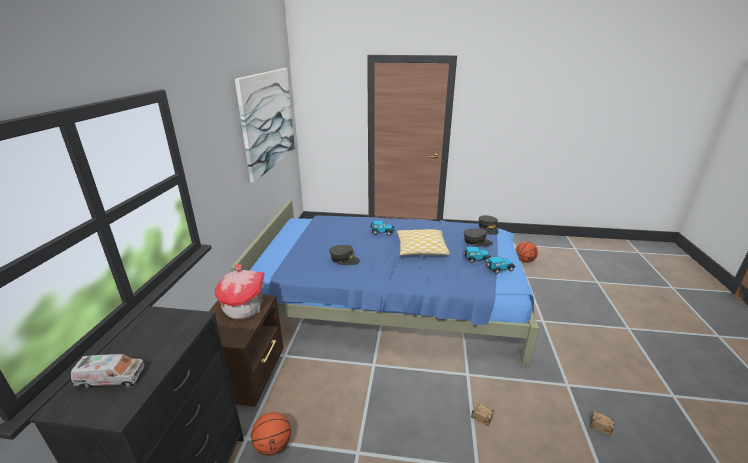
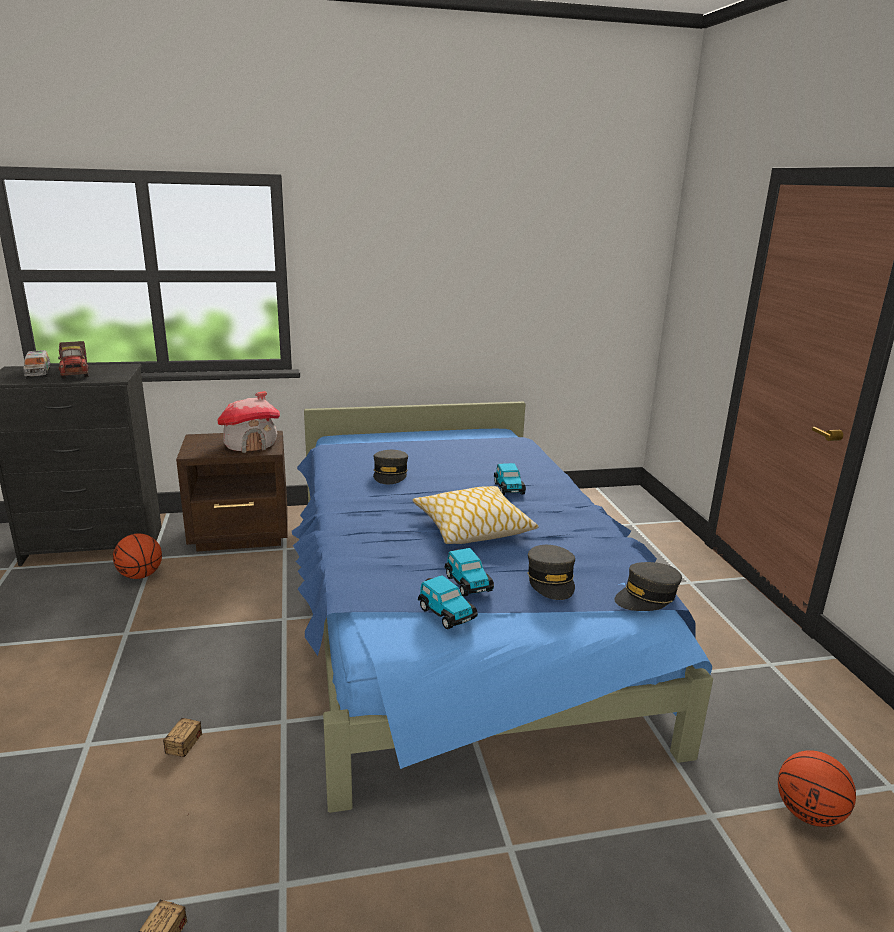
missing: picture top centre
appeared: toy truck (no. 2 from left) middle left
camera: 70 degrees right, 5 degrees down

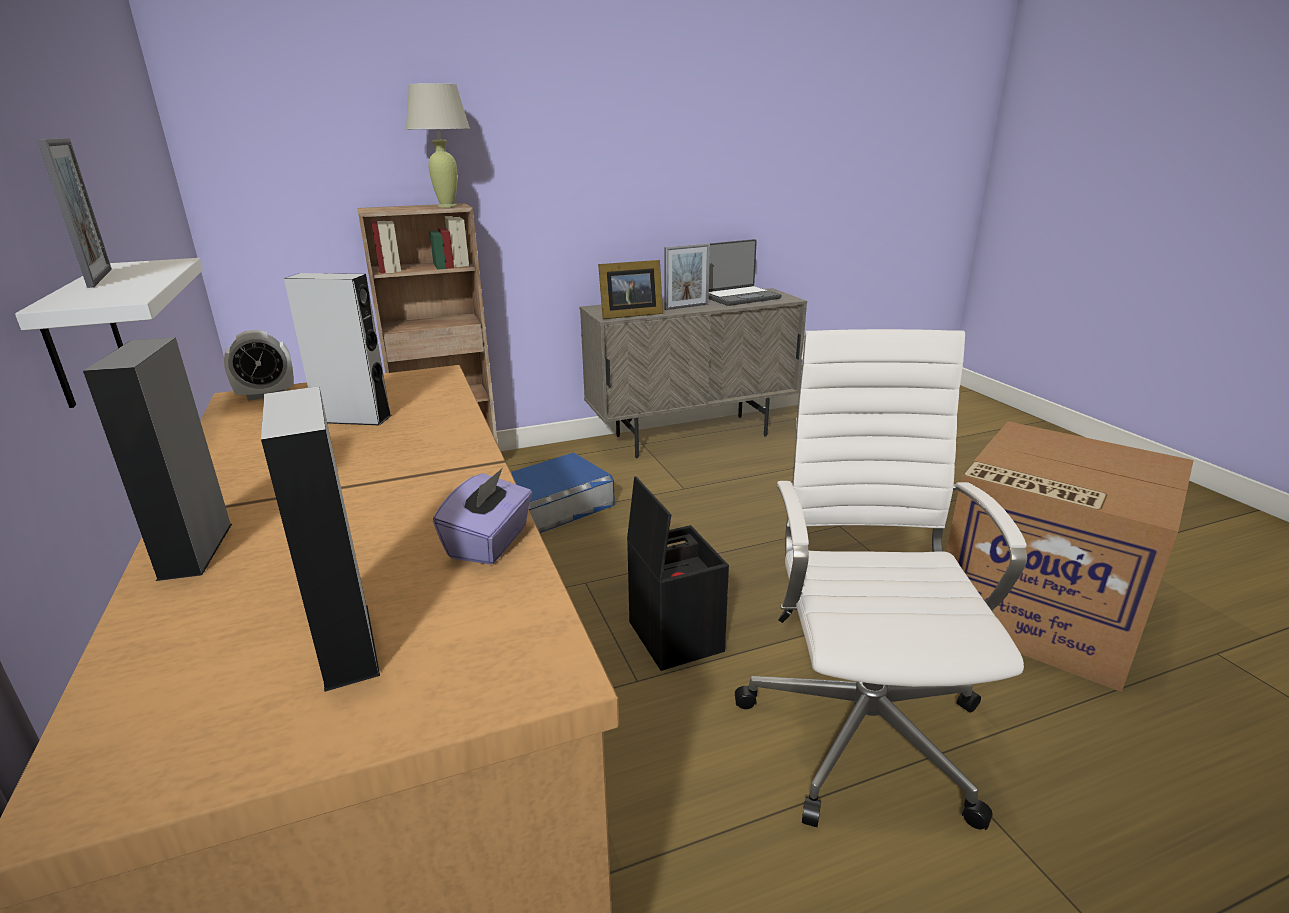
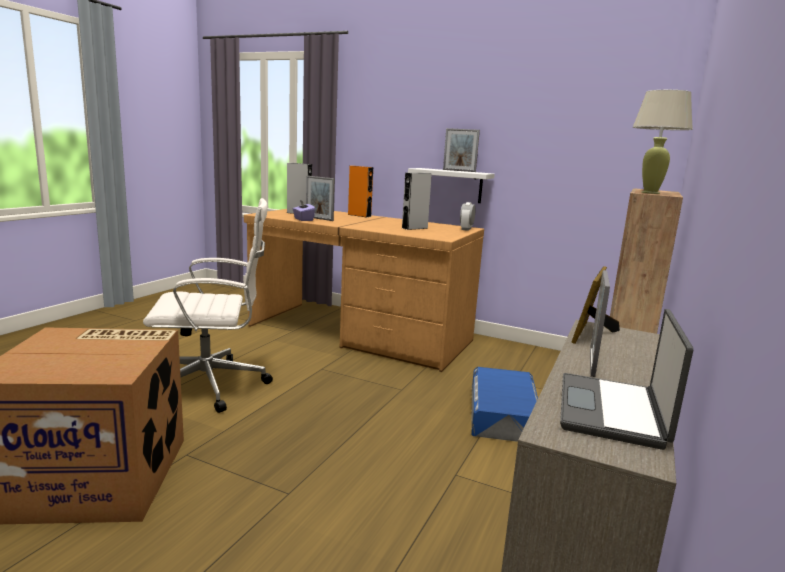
missing: black storage box centre
appeared: picture frame (no. 1 from left) centre
colour: grey speaker (no. 1 from left) middle left to orange speaker centre
spun: white office chair middle right = middle left 60 degrees counterclockwise
camera: 135 degrees right, 10 degrees down

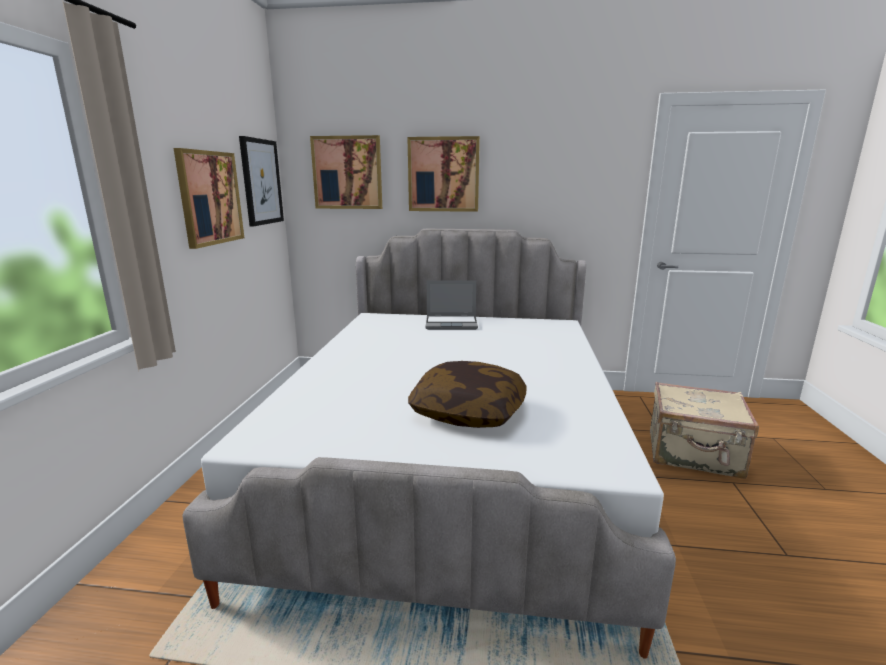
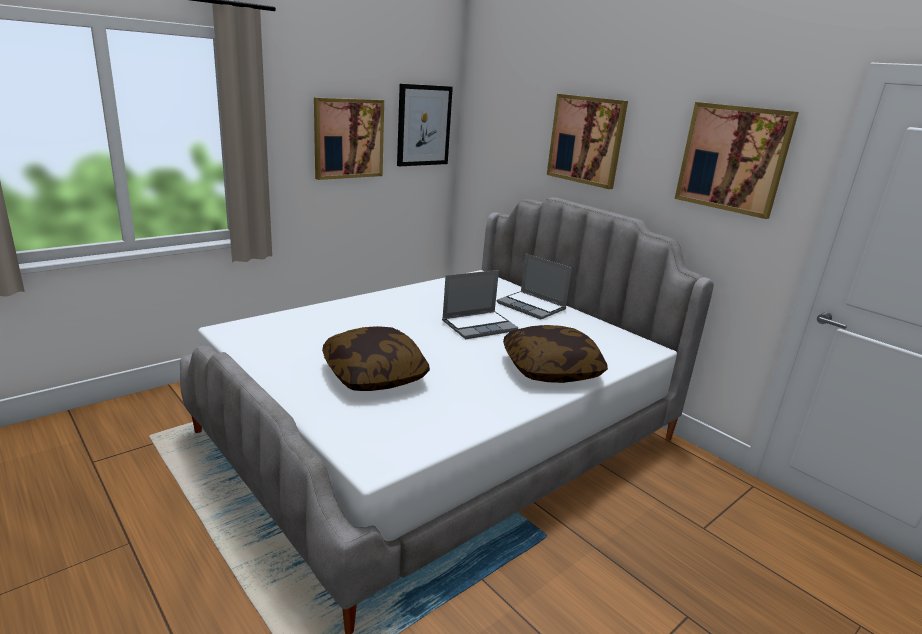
missing: beige suitcase middle right
appeared: laptop (no. 1 from left) centre; pillow (no. 2 from left) centre
relocated: picture (no. 3 from left in the first image) top centre to picture (no. 4 from left) top right
camera: 40 degrees right, 5 degrees up

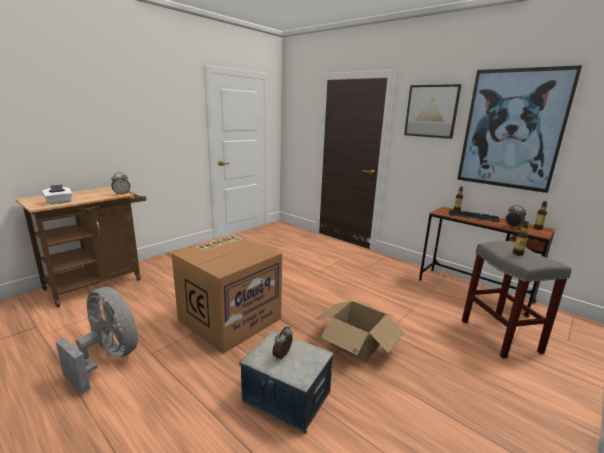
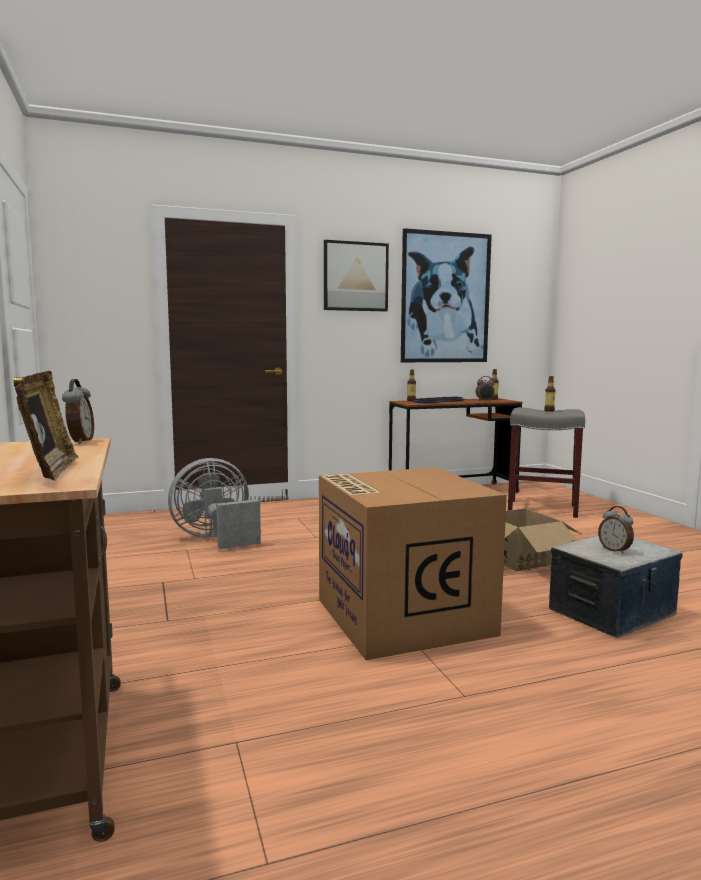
relocated: grey fan bottom left to middle left
exchanged: white tissue box middle left to picture frame middle left
camera: 60 degrees left, 10 degrees down

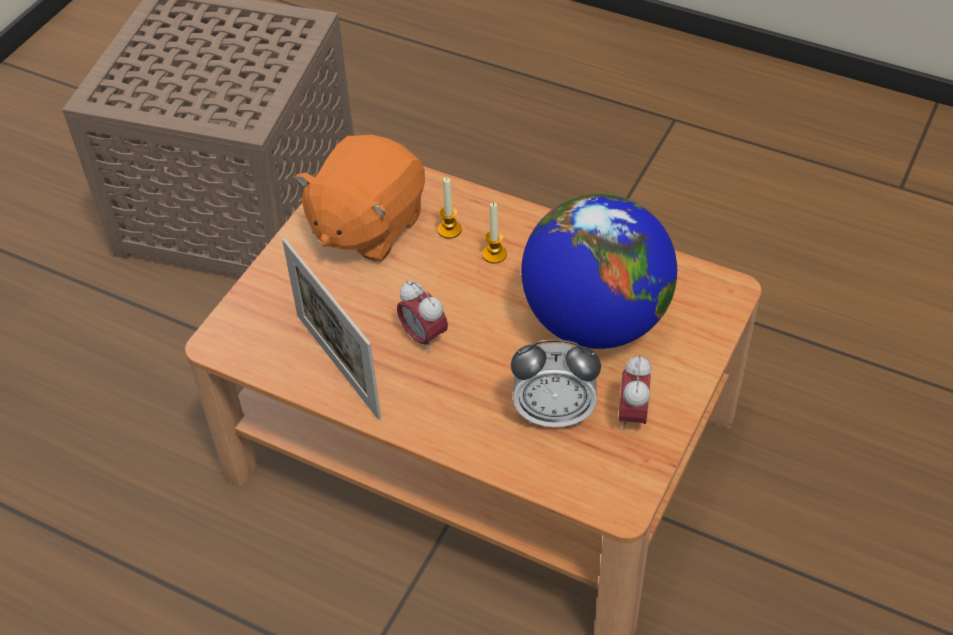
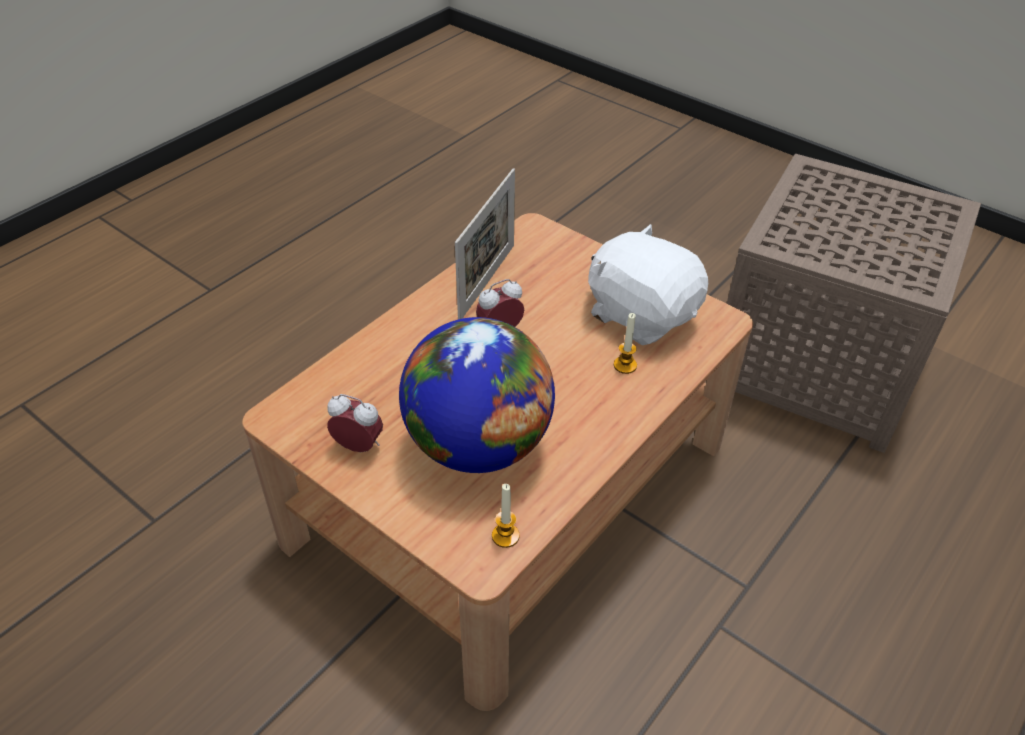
missing: alarm clock (no. 2 from left) centre
relocated: candle (no. 2 from left in the first image) centre to candle (no. 1 from left) bottom centre
colour: orange plush toy top centre to white plush toy centre
spun: picture frame centre = top centre 135 degrees clockwise
camera: 100 degrees right, 5 degrees down

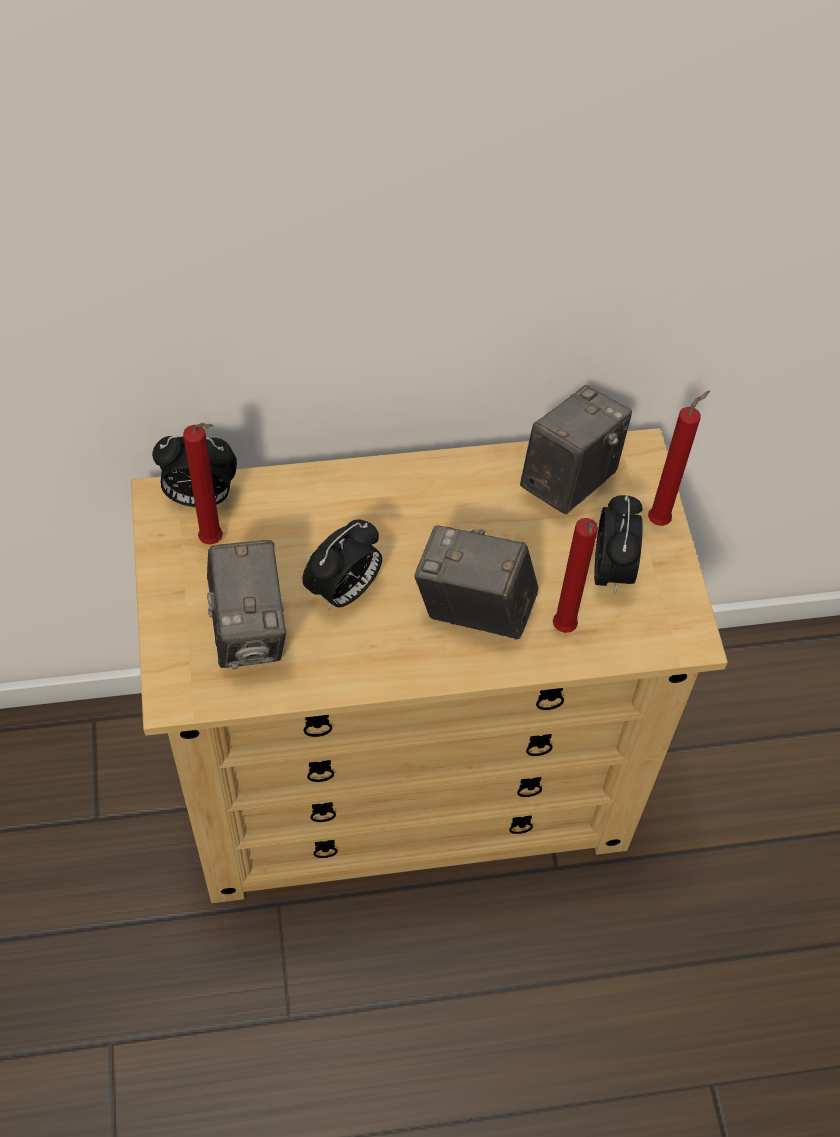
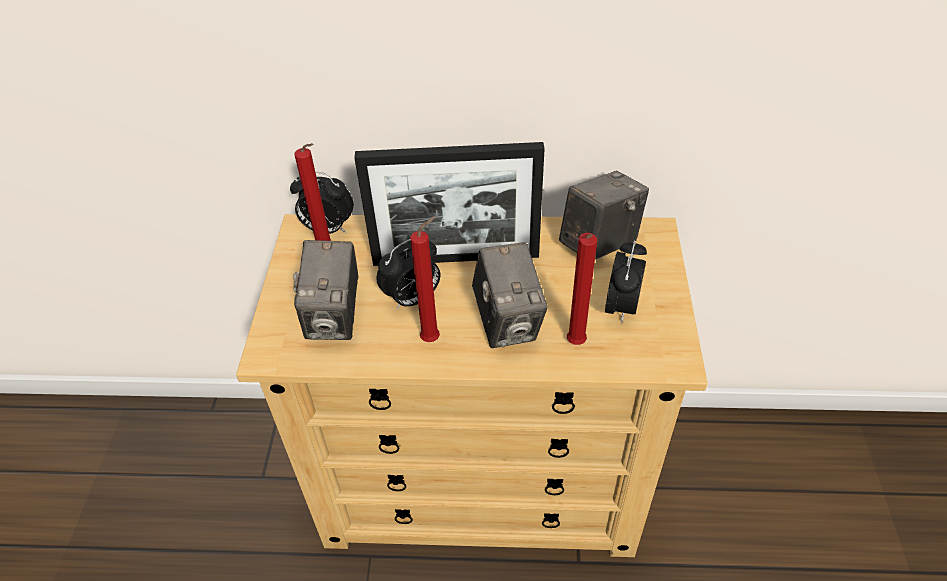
appeared: picture frame centre
relocated: red candle (no. 3 from left in the first image) middle right to red candle (no. 2 from left) centre
spun: photo camera (no. 2 from left) centre = centre 135 degrees counterclockwise
camera: 15 degrees right, 10 degrees down

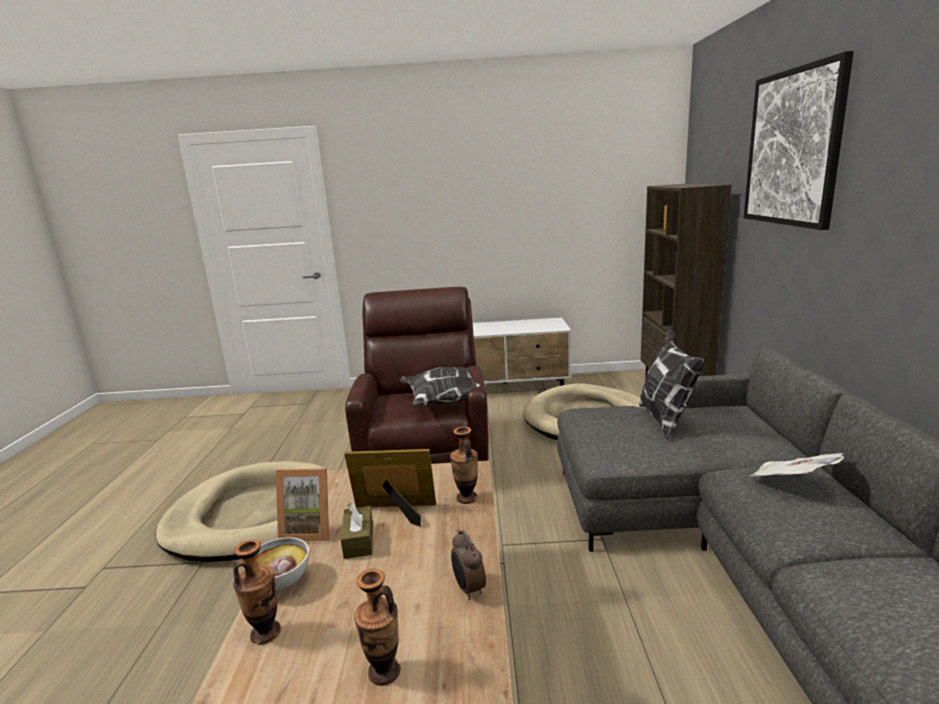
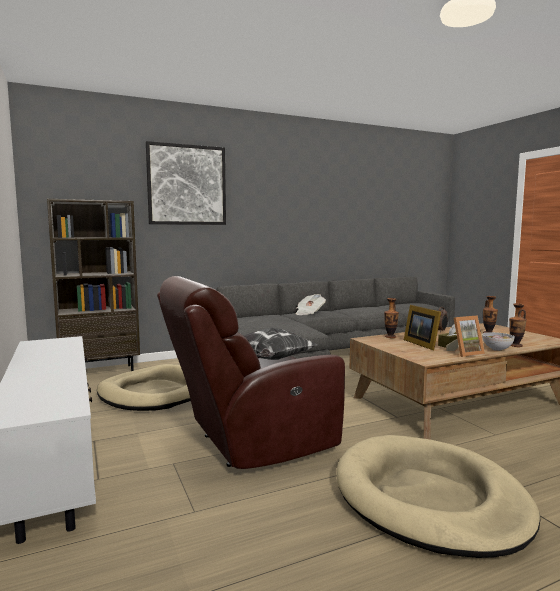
missing: pillow (no. 2 from left) middle right
spun: picture frame (no. 1 from left in the first image) bottom left = middle right 90 degrees clockwise
camera: 115 degrees left, 10 degrees down

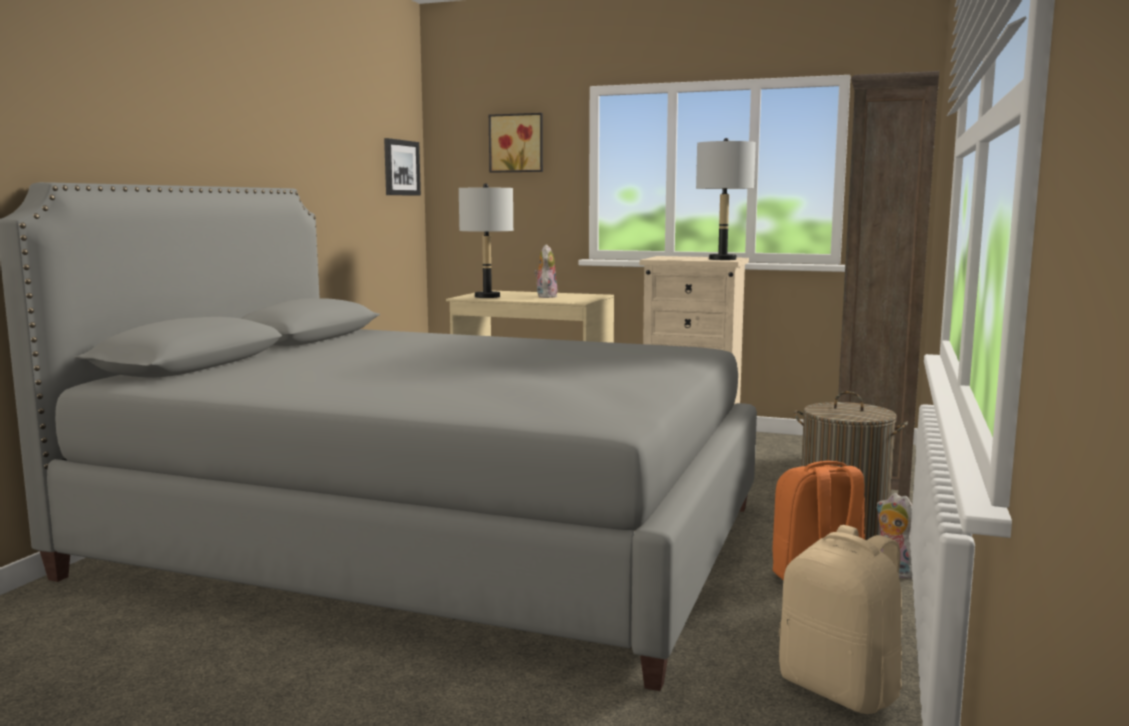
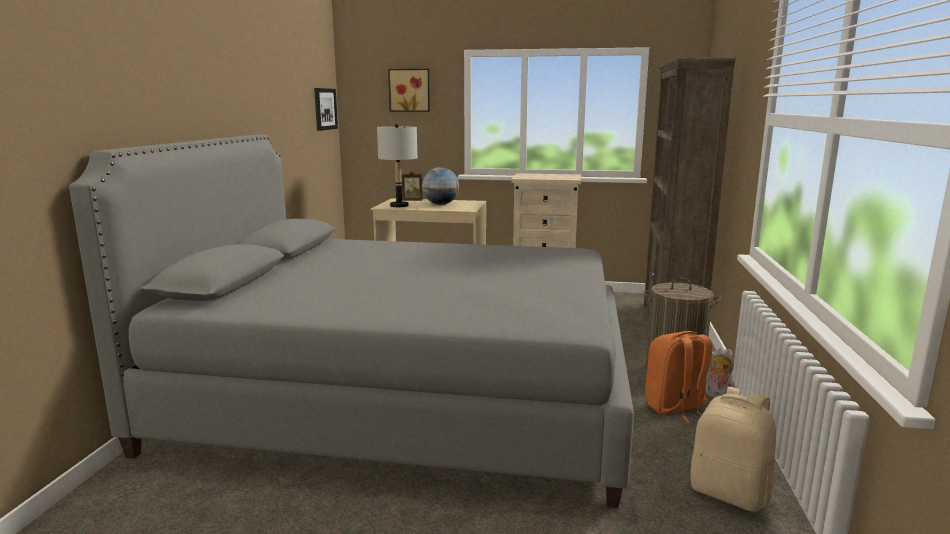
missing: grey table lamp (no. 2 from left) top centre
appeared: picture frame centre
exchanged: plush toy (no. 1 from left) centre to globe centre
camera: 10 degrees left, 5 degrees up

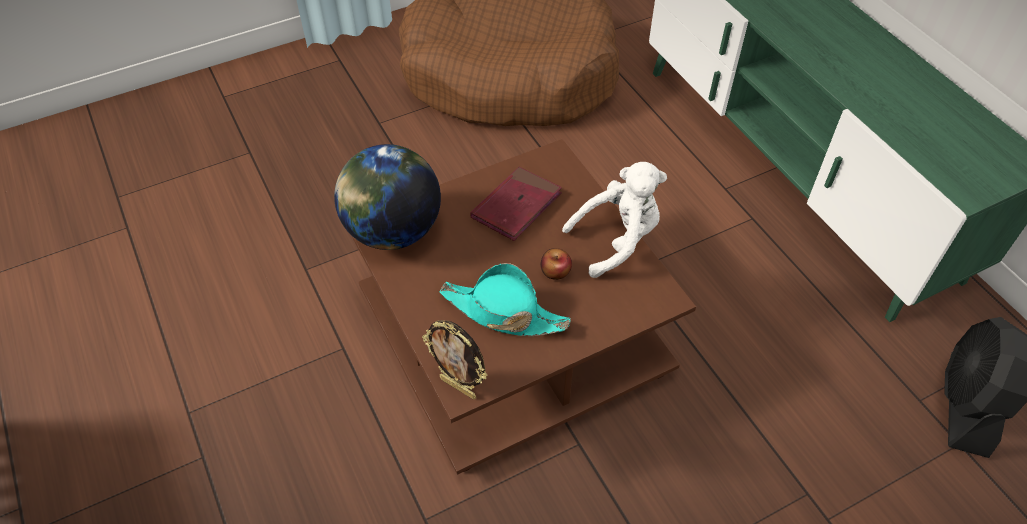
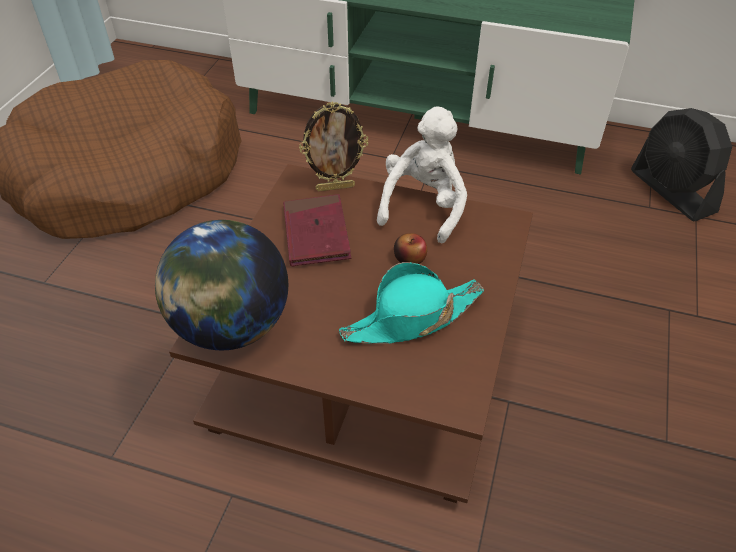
relocated: picture frame bottom centre to top centre
camera: 45 degrees left, 5 degrees down

